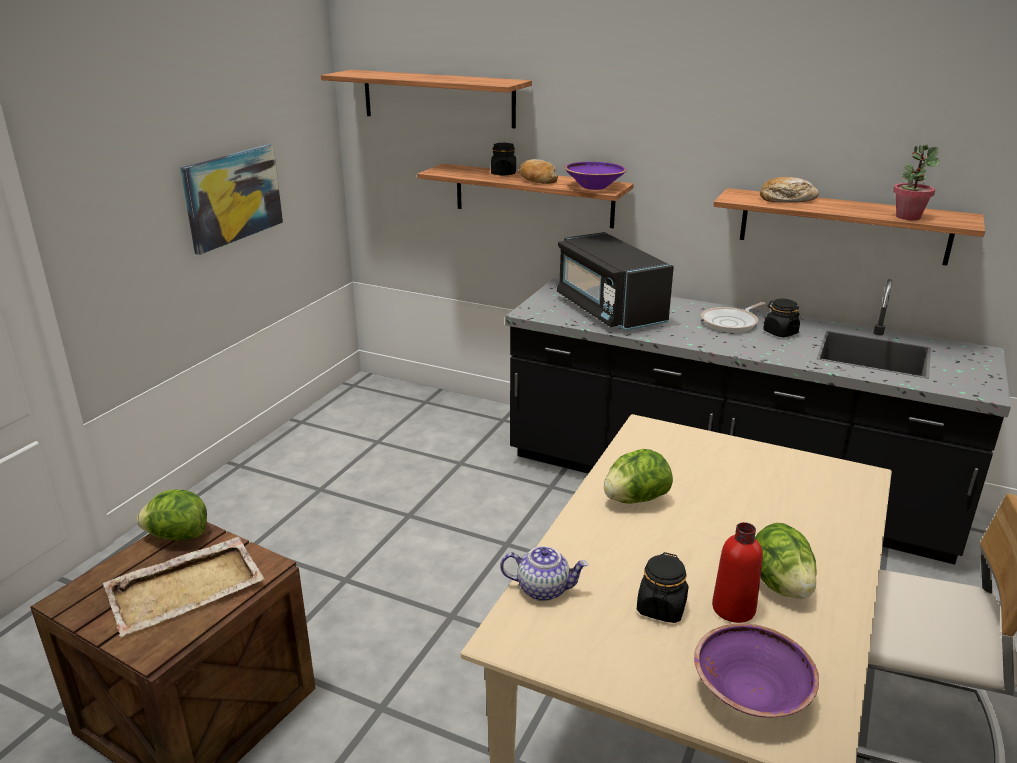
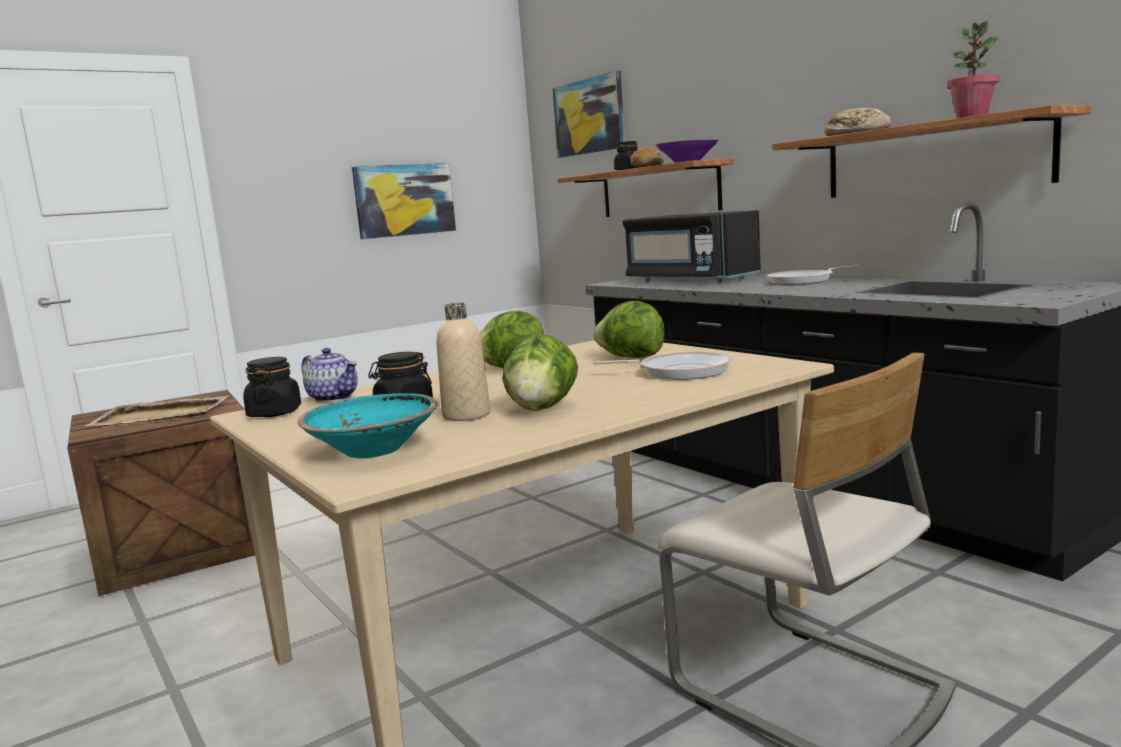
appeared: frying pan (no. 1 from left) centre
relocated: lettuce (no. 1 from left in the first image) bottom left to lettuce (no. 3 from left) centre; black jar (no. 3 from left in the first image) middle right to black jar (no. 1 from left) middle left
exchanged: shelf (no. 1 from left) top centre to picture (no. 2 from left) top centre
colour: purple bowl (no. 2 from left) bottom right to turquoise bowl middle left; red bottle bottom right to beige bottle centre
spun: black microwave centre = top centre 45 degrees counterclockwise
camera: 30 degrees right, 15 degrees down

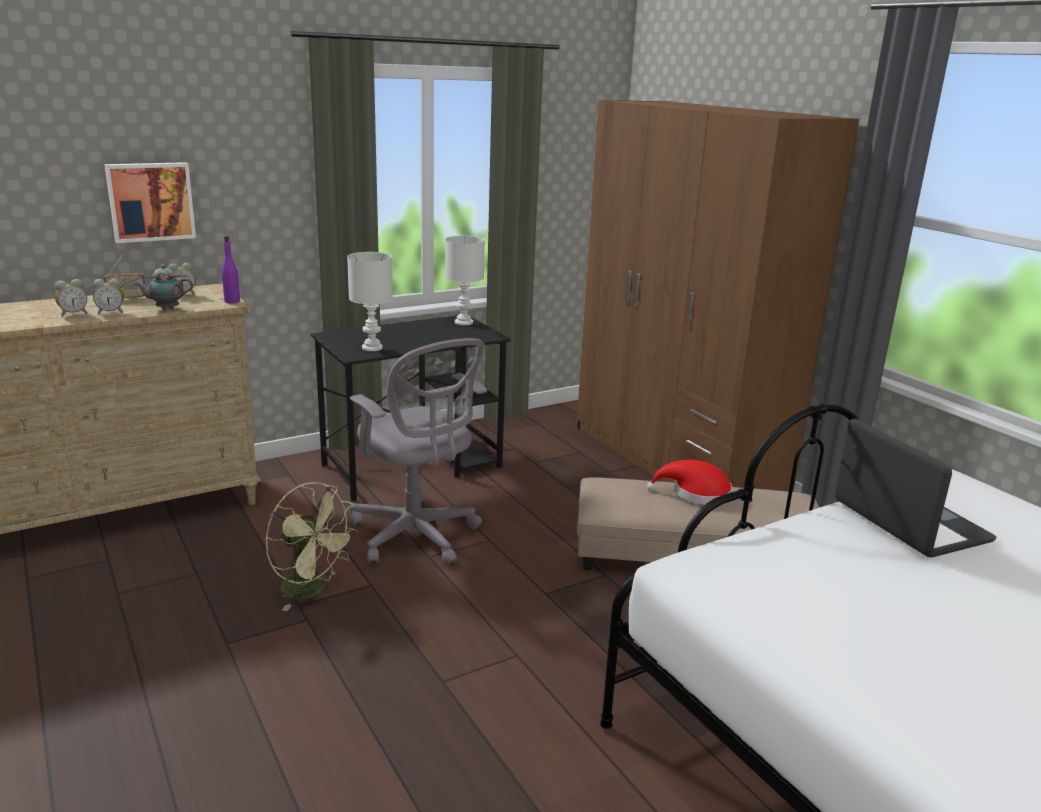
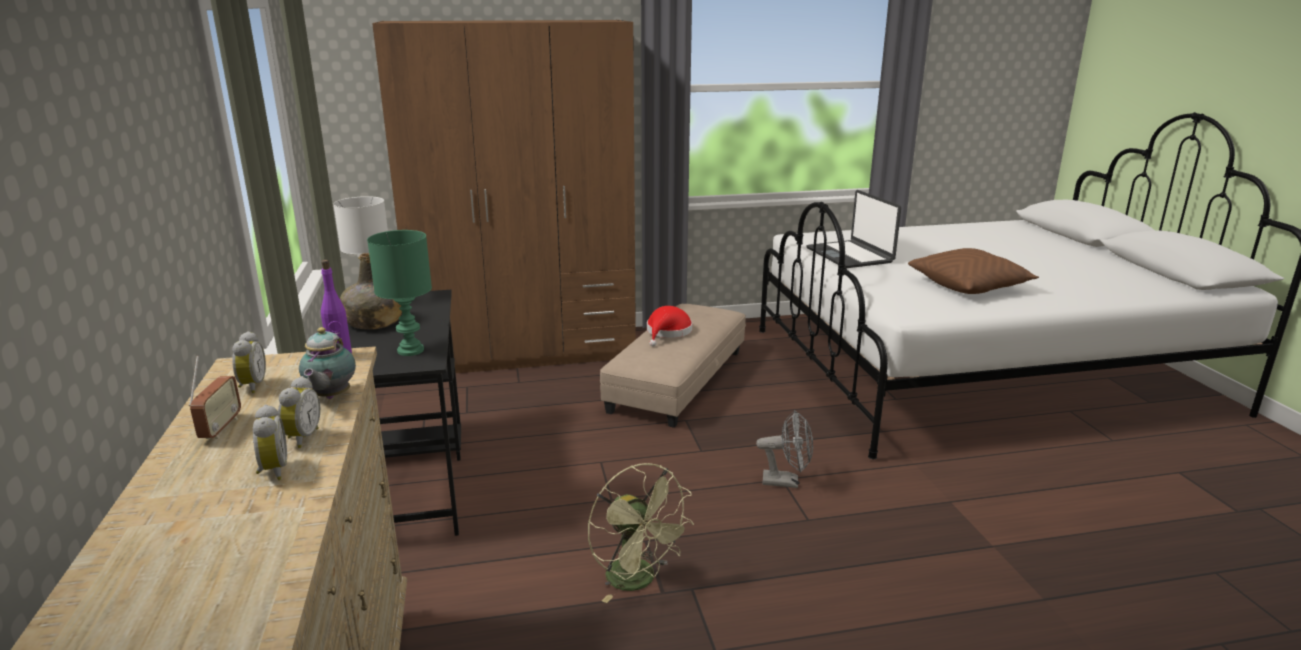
missing: picture top left; grey office chair centre
appeared: green bottle middle left; grey fan bottom centre; brown pillow middle right
colour: white table lamp (no. 1 from left) centre to green table lamp middle left
spun: green fan bottom left = bottom centre 90 degrees clockwise; laptop middle right = centre 105 degrees counterclockwise
camera: 70 degrees left, 0 degrees up

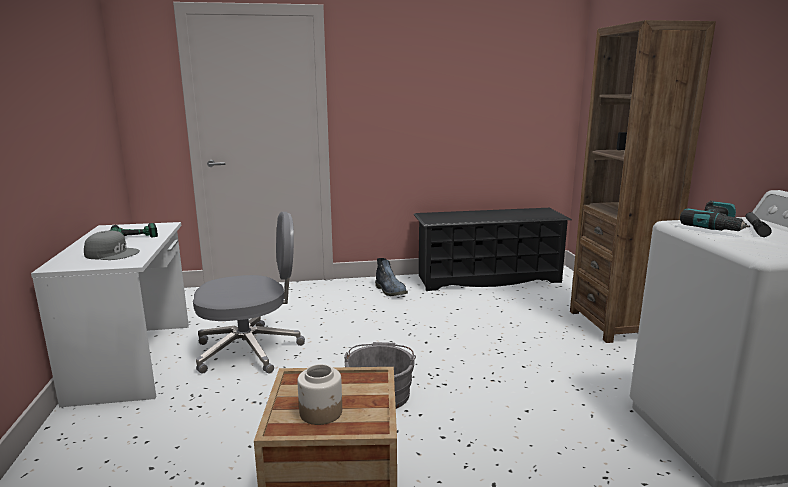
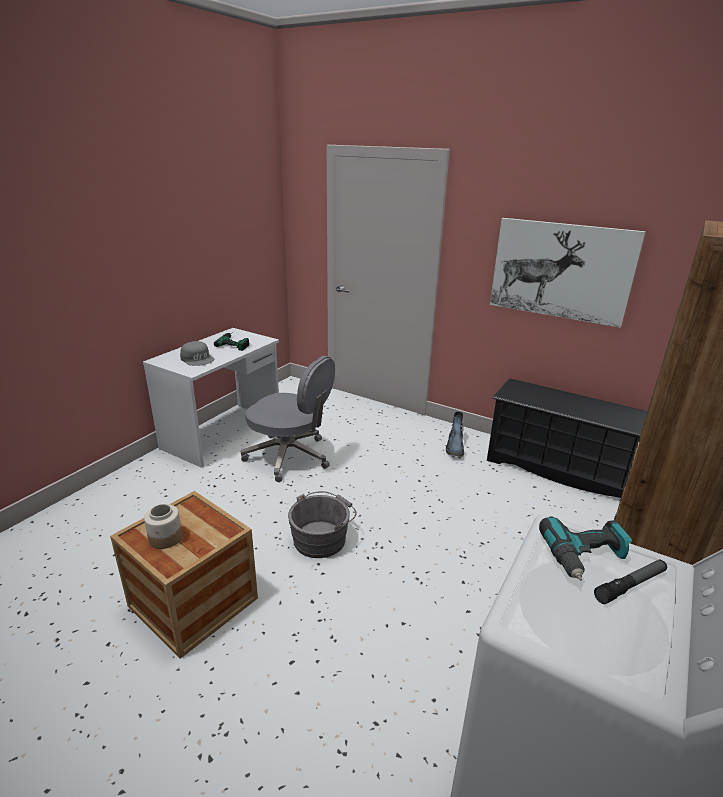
appeared: picture middle right
camera: 40 degrees right, 10 degrees up

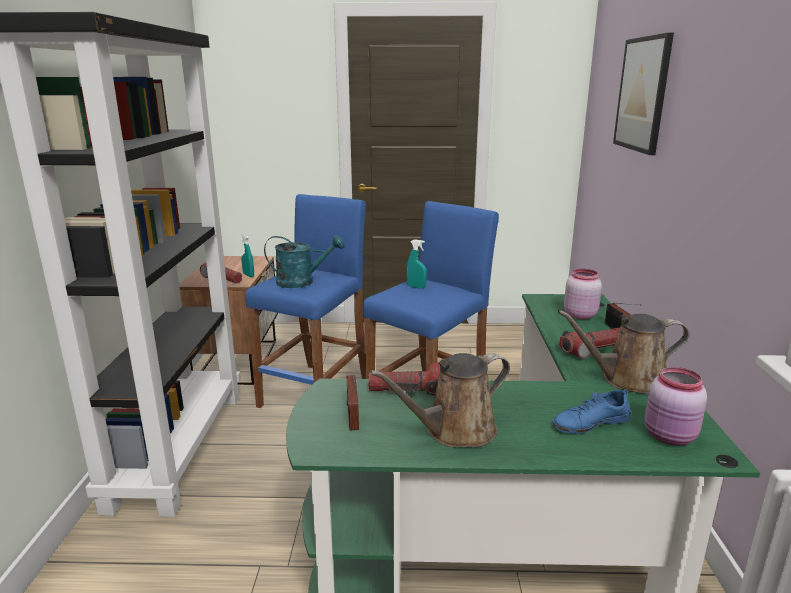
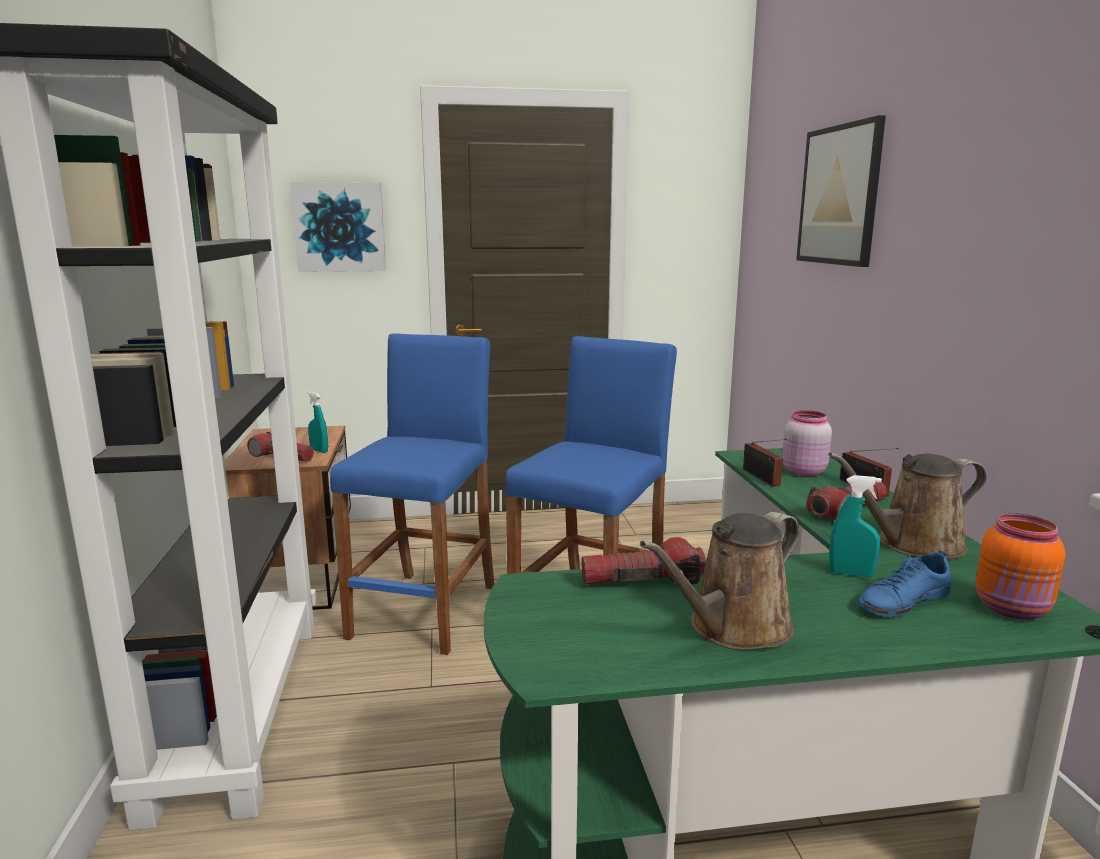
missing: turquoise watering can centre
appeared: picture (no. 1 from left) top left
relocated: radio (no. 1 from left) bottom centre to middle right; turquoise spray bottle (no. 2 from left) centre to middle right
colour: pink jar (no. 2 from left) bottom right to orange jar middle right
camera: 10 degrees left, 5 degrees down

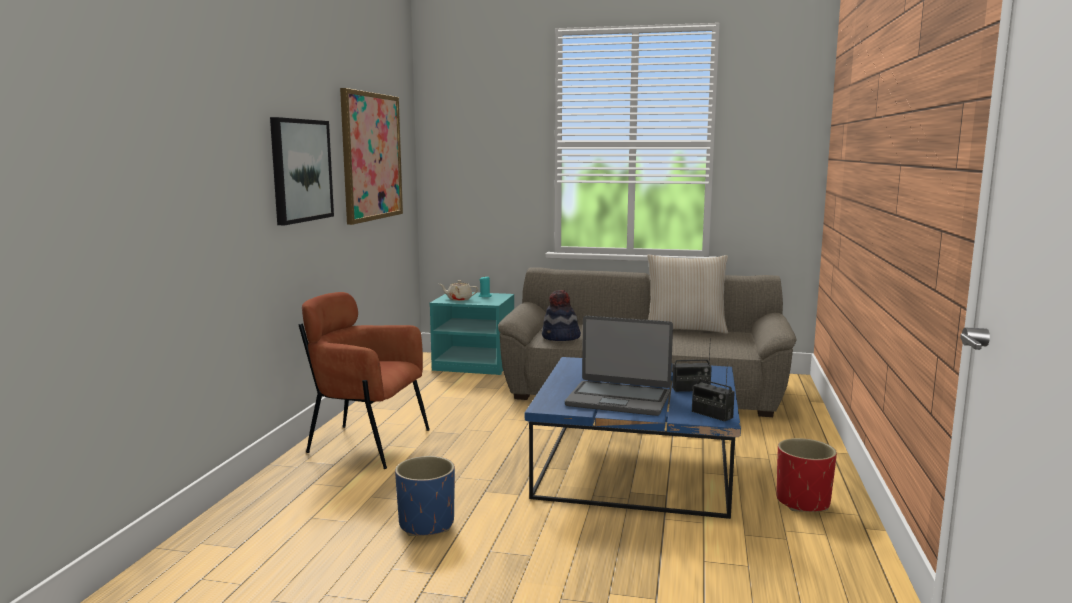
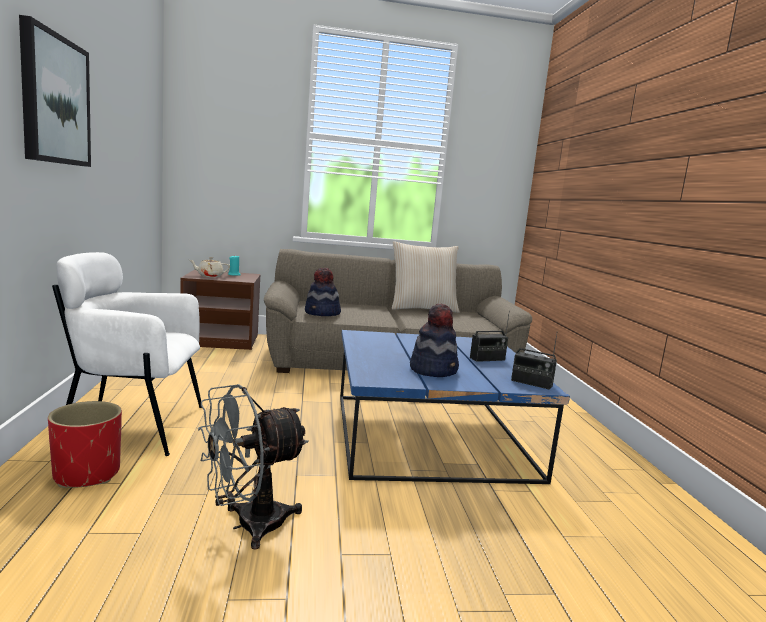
missing: picture (no. 2 from left) top centre
relocated: red planter bottom right to bottom left
exchanged: blue planter bottom centre to grey fan bottom left; laptop centre to hat (no. 2 from left) centre
colour: brown armchair centre to white armchair middle left; turquoise nightstand centre to brown nightstand middle left
camera: 20 degrees left, 0 degrees up

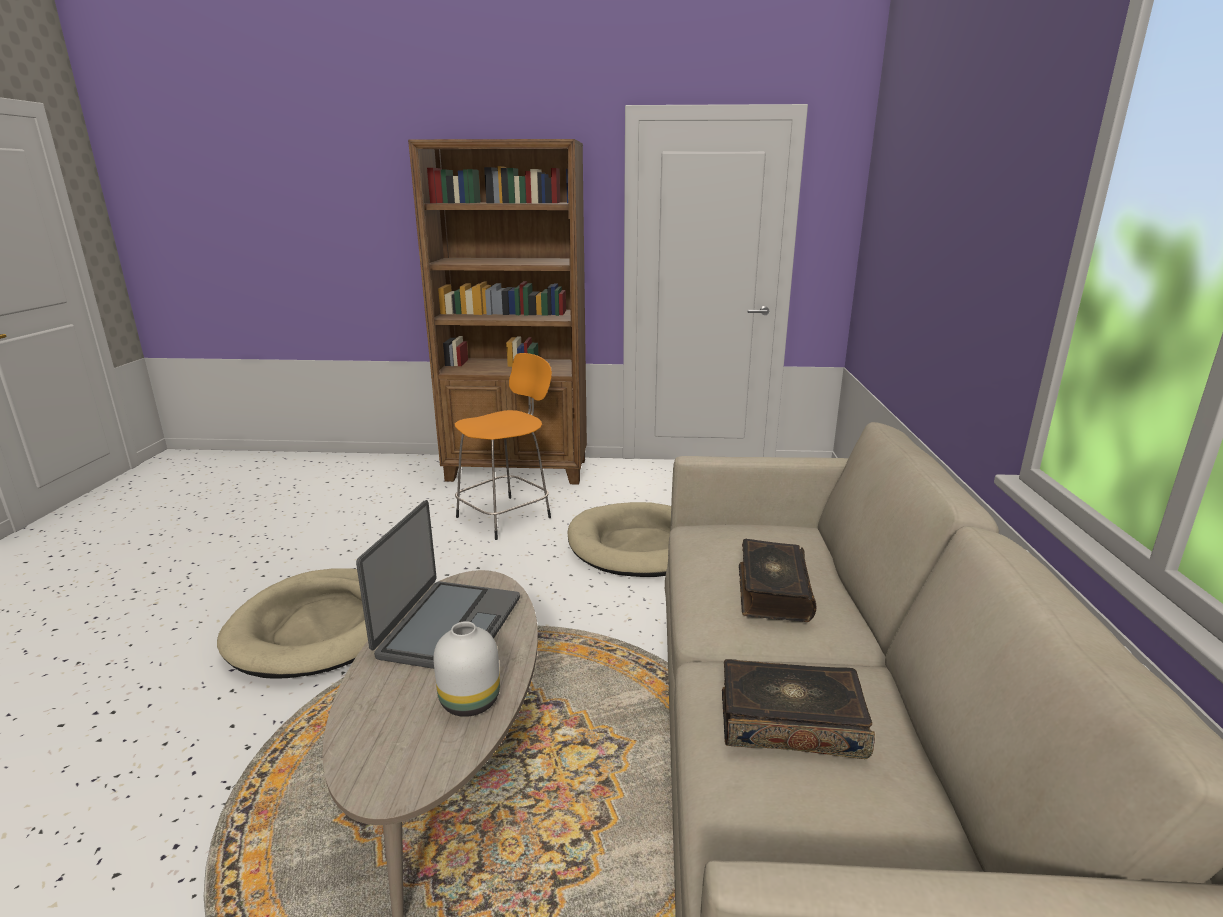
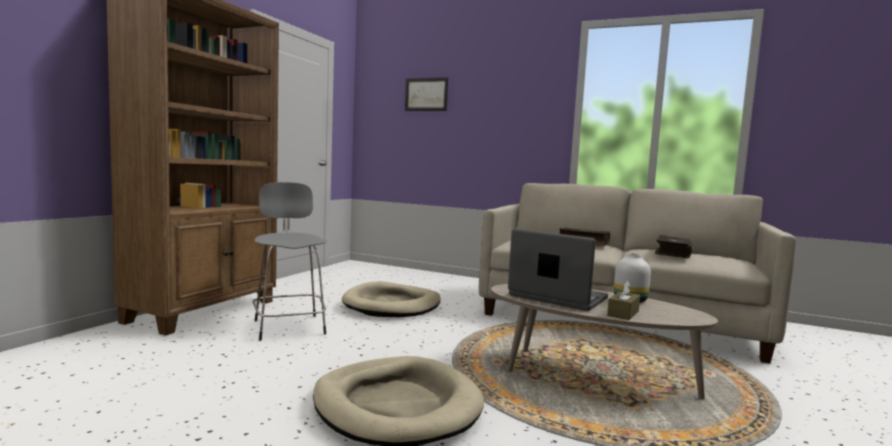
appeared: picture top centre; brown tissue box bottom right
colour: orange stool centre to grey stool middle left
camera: 70 degrees left, 15 degrees down

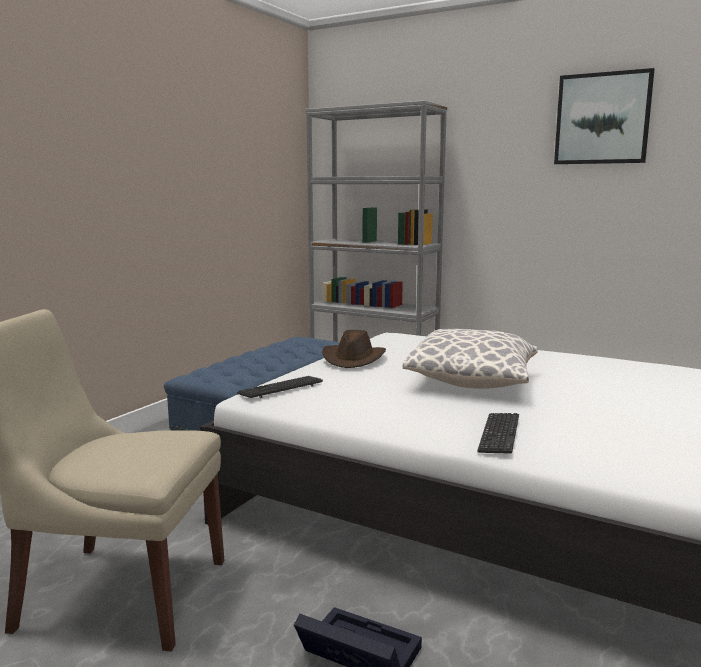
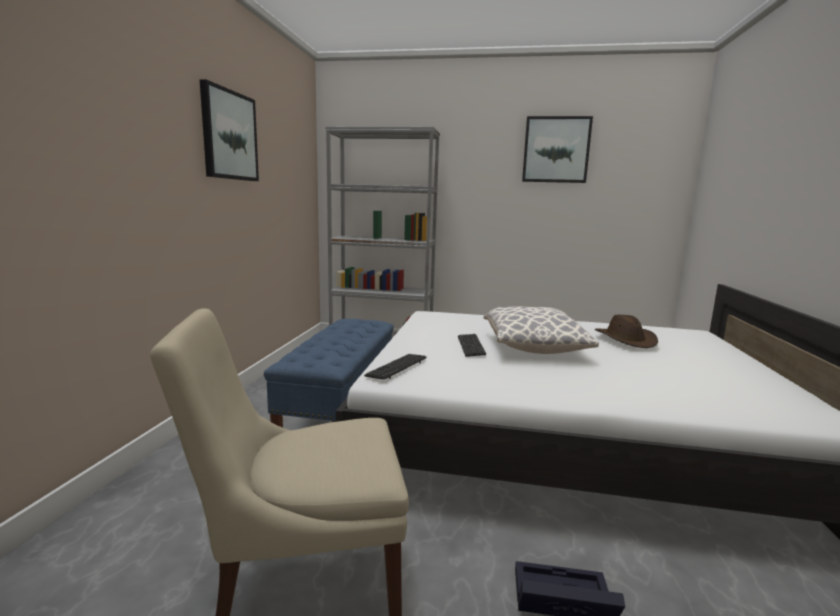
appeared: picture (no. 1 from left) top left
relocated: brown hat centre to middle right; keyboard (no. 2 from left) middle right to centre
camera: 20 degrees left, 0 degrees up

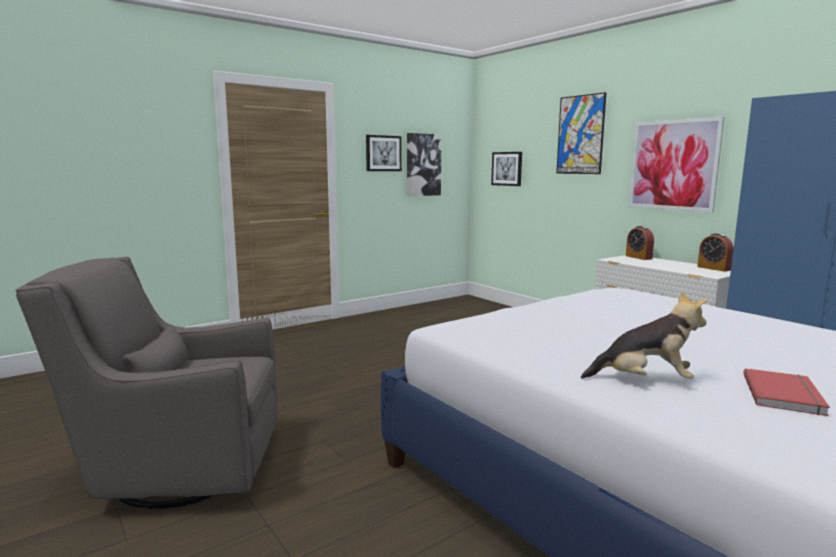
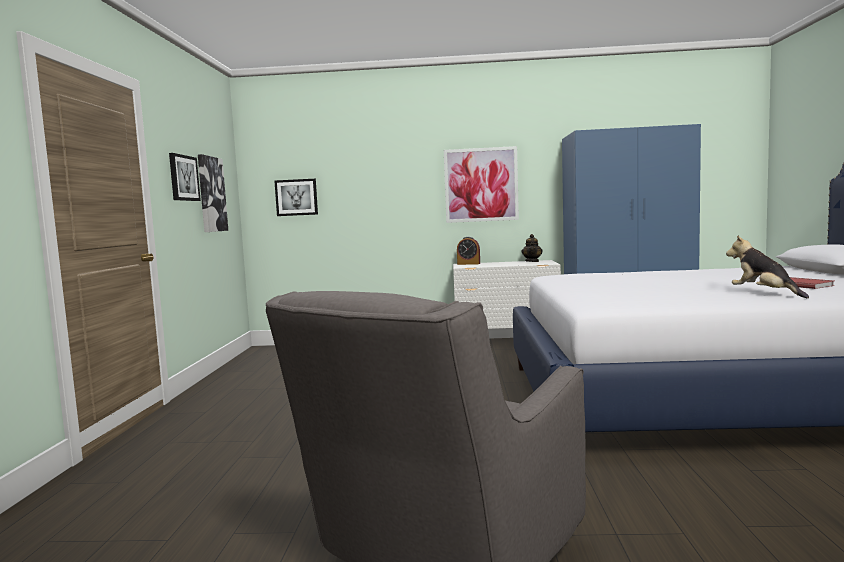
missing: picture (no. 4 from left) top right
exchanged: alarm clock (no. 2 from left) middle right to teapot centre
spun: plush toy middle right = middle right 75 degrees counterclockwise
camera: 50 degrees left, 5 degrees down

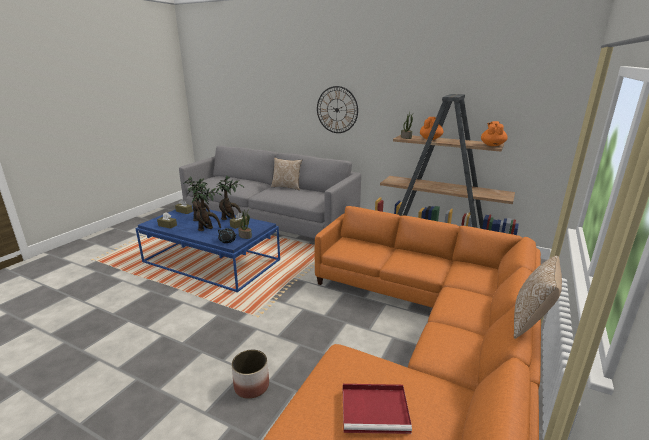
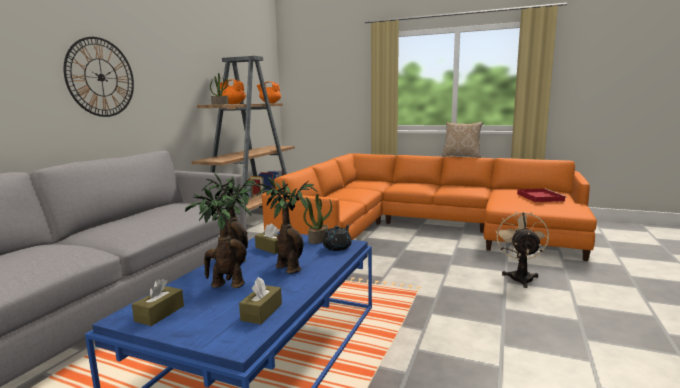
missing: pillow (no. 1 from left) centre
exchanged: planter bottom centre to beige fan middle right
camera: 95 degrees left, 10 degrees down

